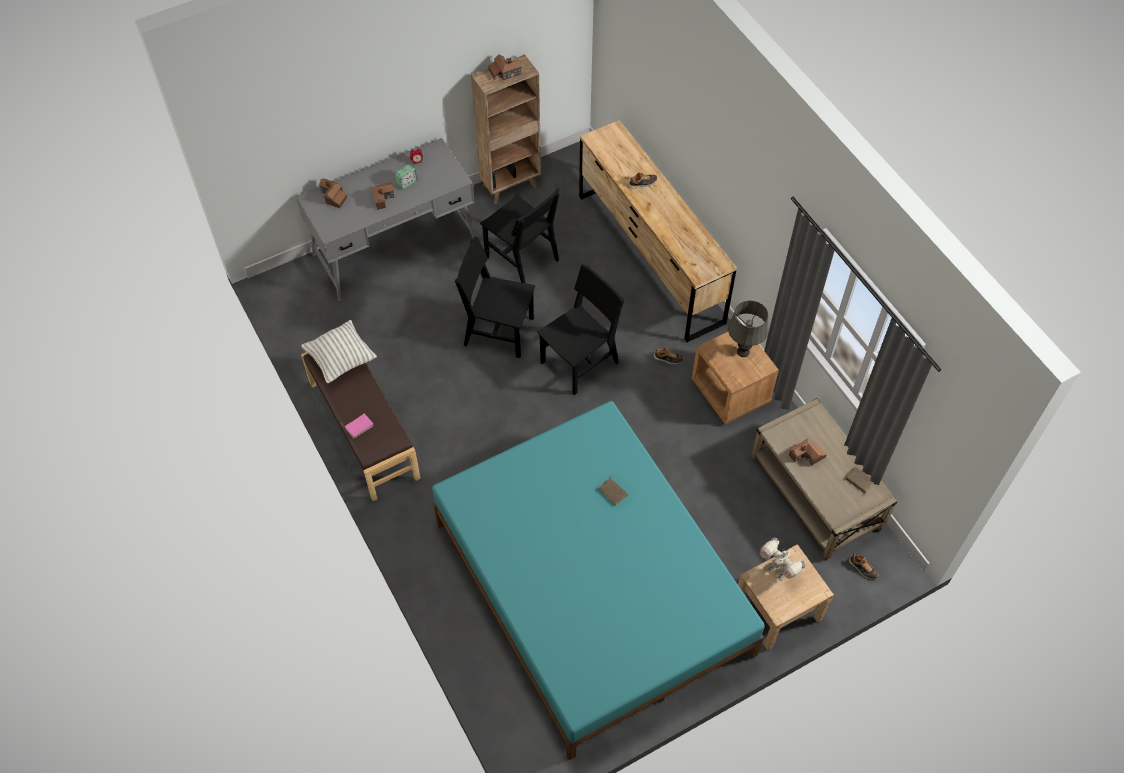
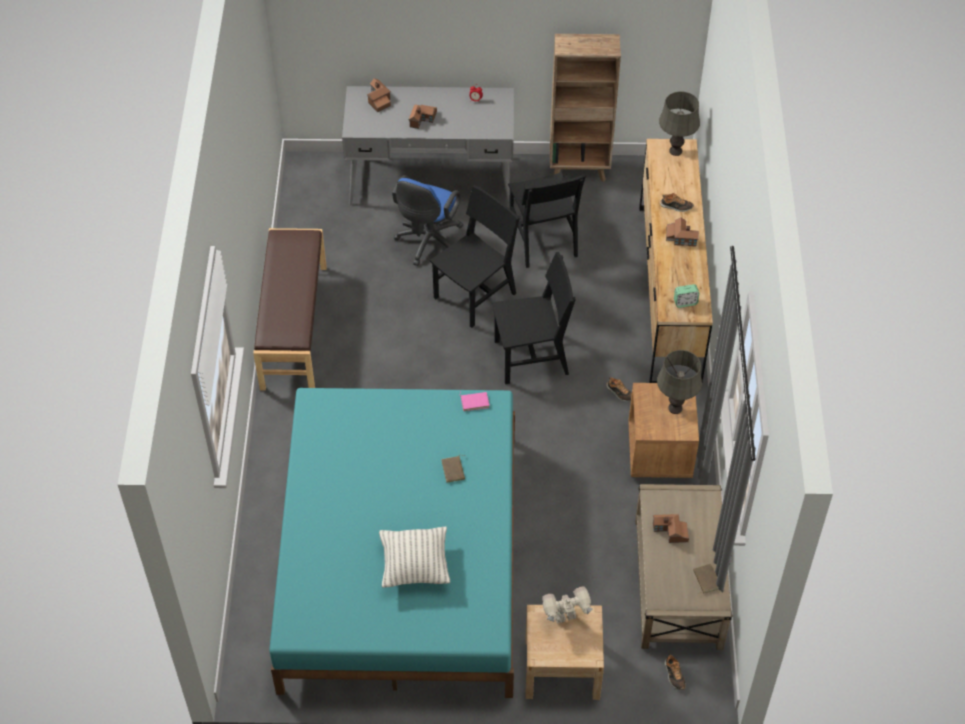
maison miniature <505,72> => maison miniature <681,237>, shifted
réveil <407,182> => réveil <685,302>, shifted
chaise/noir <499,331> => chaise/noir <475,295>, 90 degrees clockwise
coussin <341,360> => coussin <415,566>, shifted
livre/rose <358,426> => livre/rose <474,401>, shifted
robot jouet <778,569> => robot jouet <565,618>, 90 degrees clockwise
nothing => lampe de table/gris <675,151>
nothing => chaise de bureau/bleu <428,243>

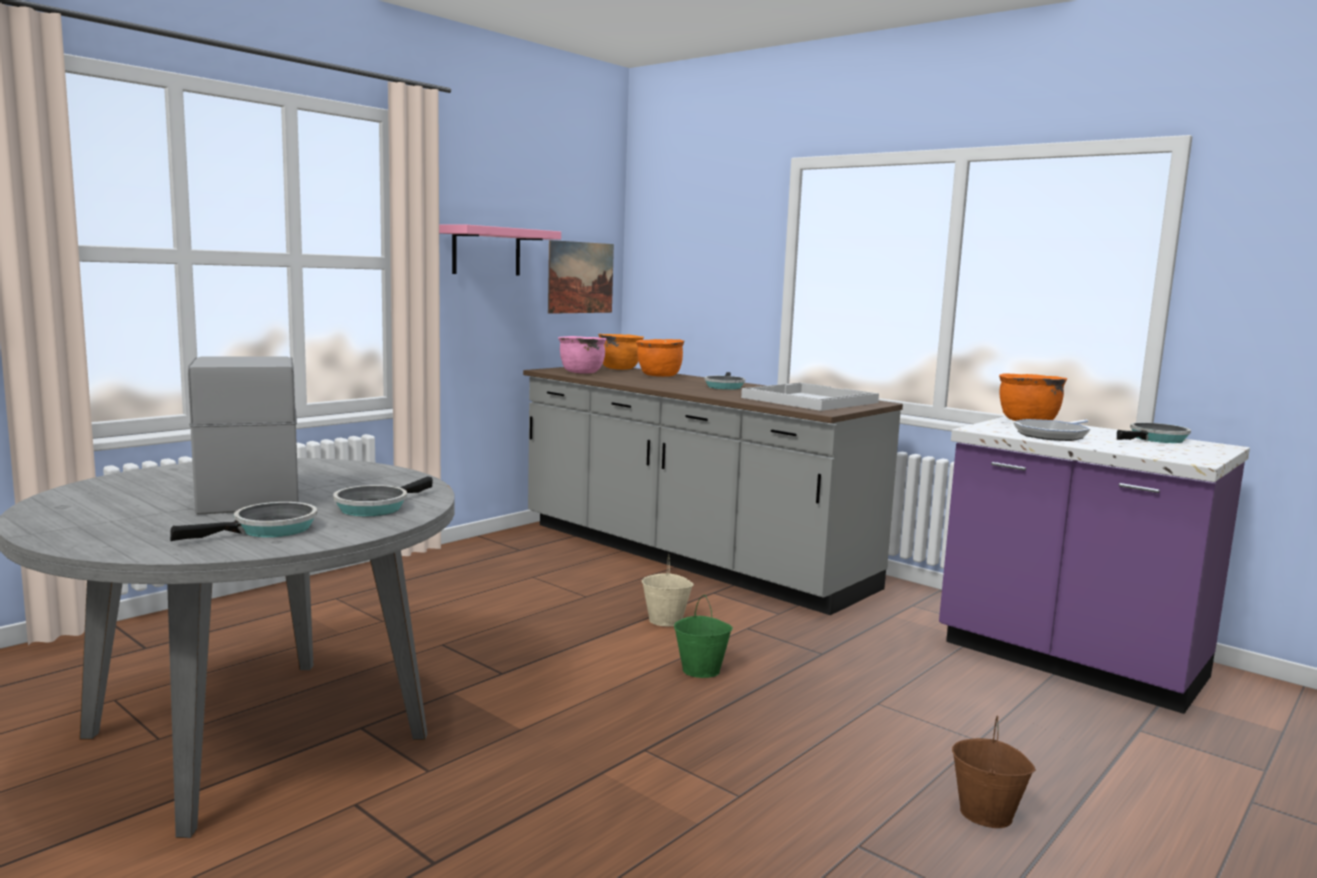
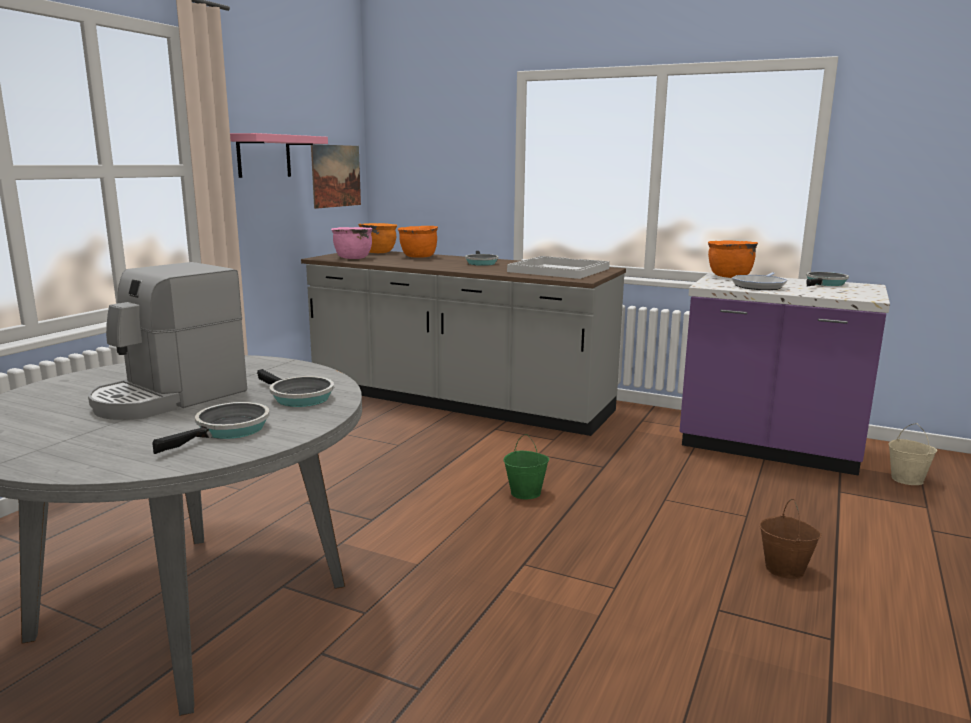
machine à café <249,494> => machine à café <169,398>, 105 degrees counterclockwise
poêle <375,507> => poêle <298,397>, 60 degrees counterclockwise
seau/beige <666,620> => seau/beige <907,479>, shifted

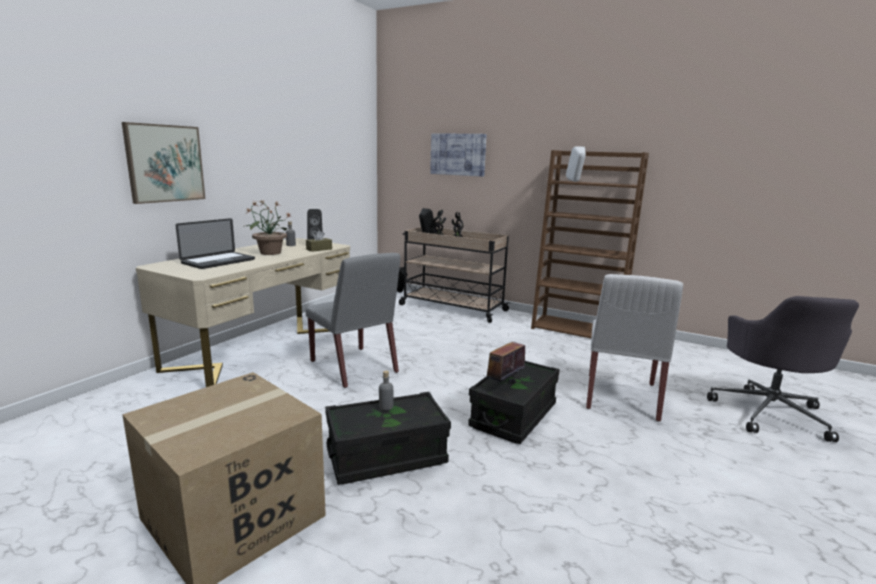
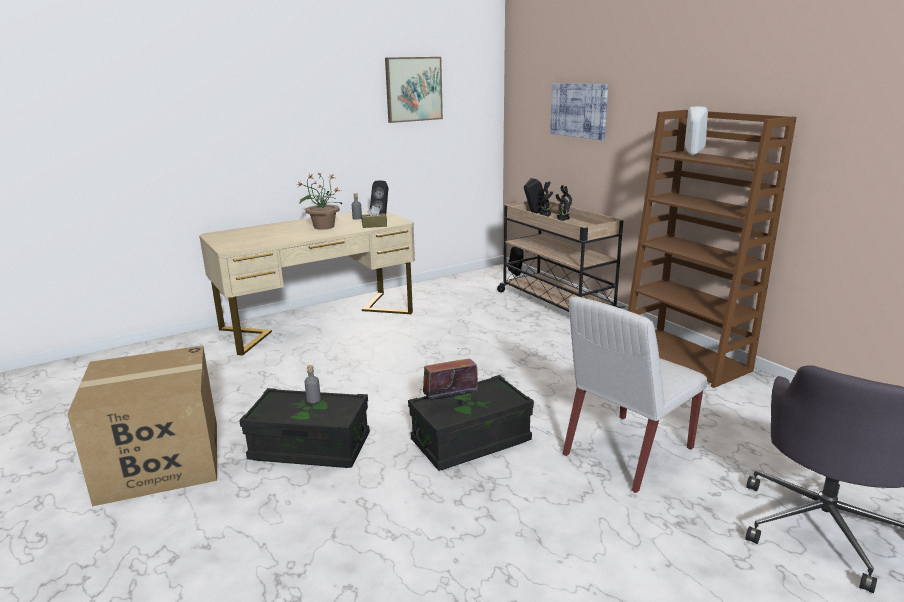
tableau <165,163> => tableau <413,89>, shifted
ordinateur portable <218,261> => nothing
chaise/gris <354,367> => nothing

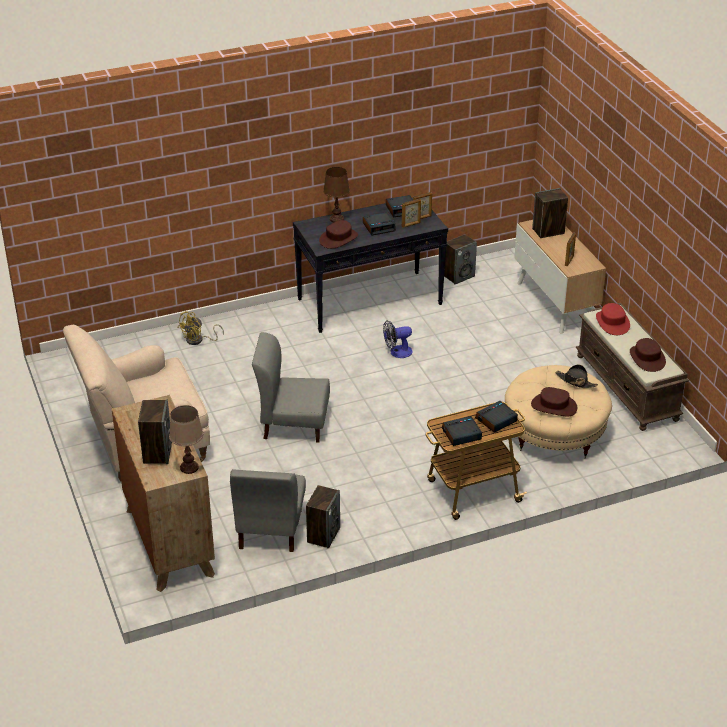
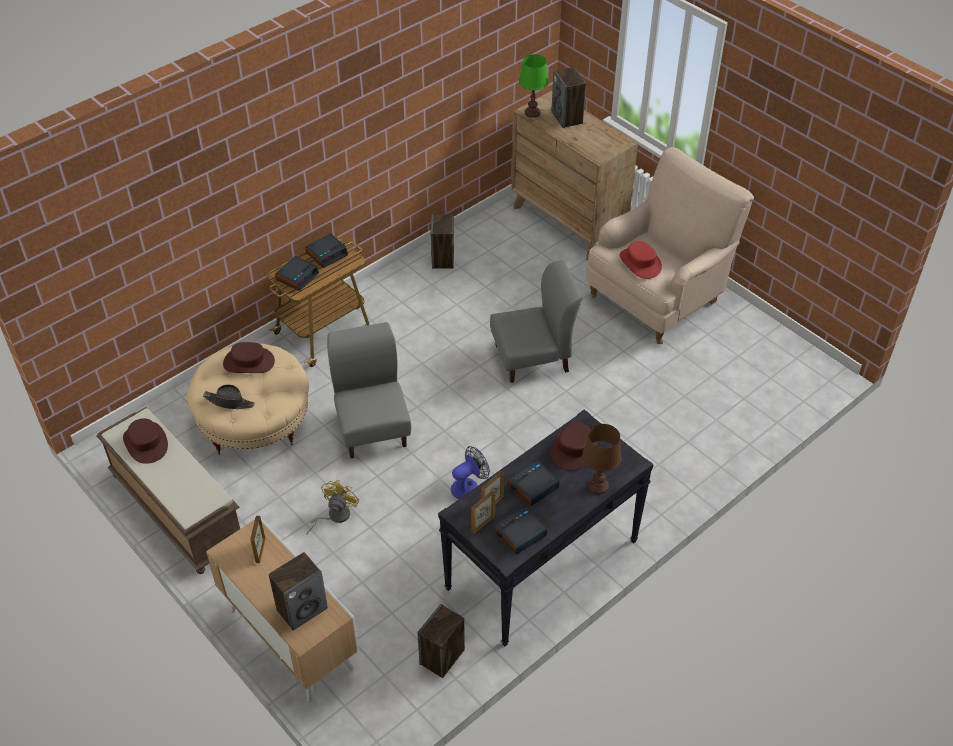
chapeau/rouge <612,322> => chapeau/rouge <640,263>, shifted
ventilateur/jaune <198,340> => ventilateur/jaune <334,516>, shifted
lampe de table/marron <189,468> => lampe de table/vert <532,112>
chaise/gris <270,529> => chaise/gris <372,428>, shifted

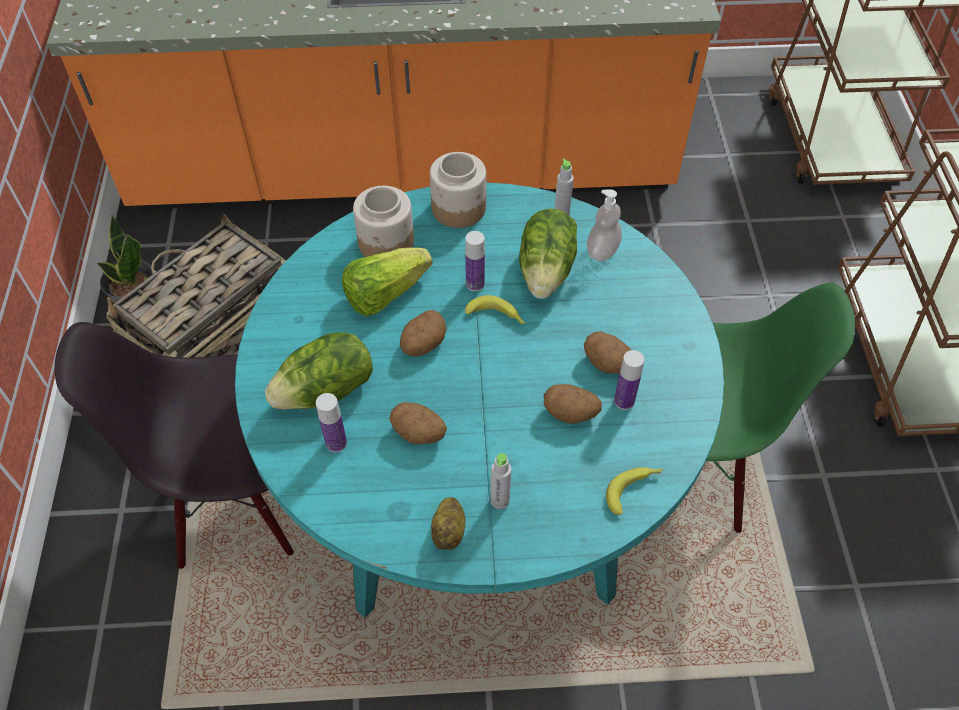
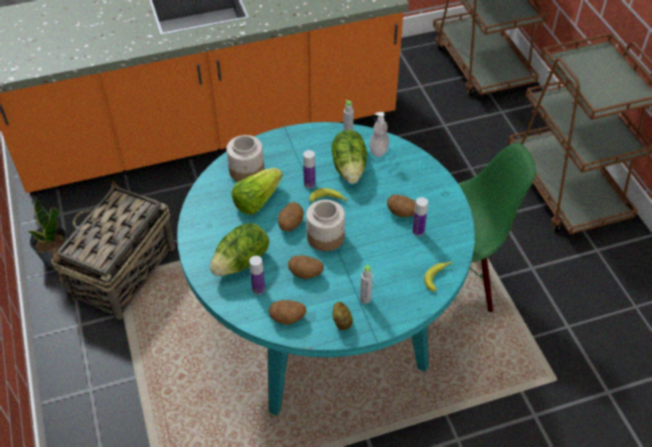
bocal <459,208> => bocal <326,236>, shifted
chaise/noir <239,500> => nothing
pomme de terre <571,413> => pomme de terre <288,318>, shifted

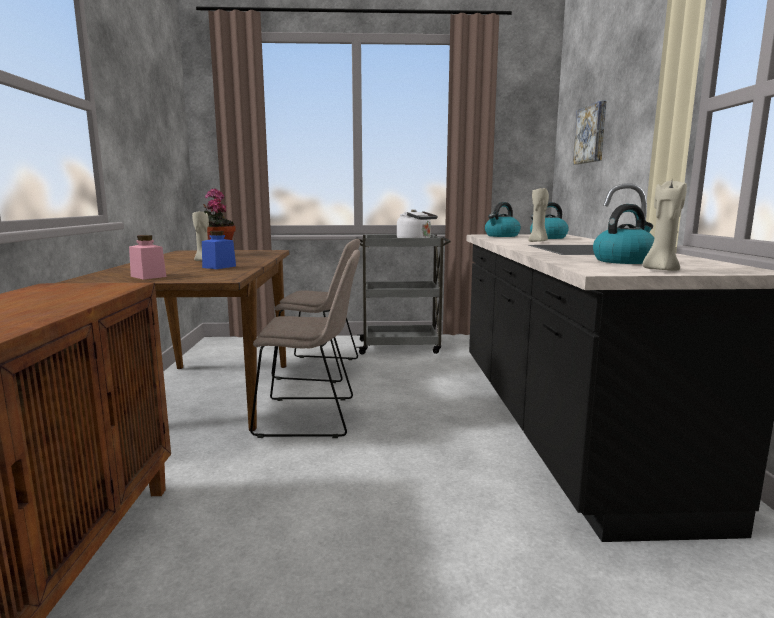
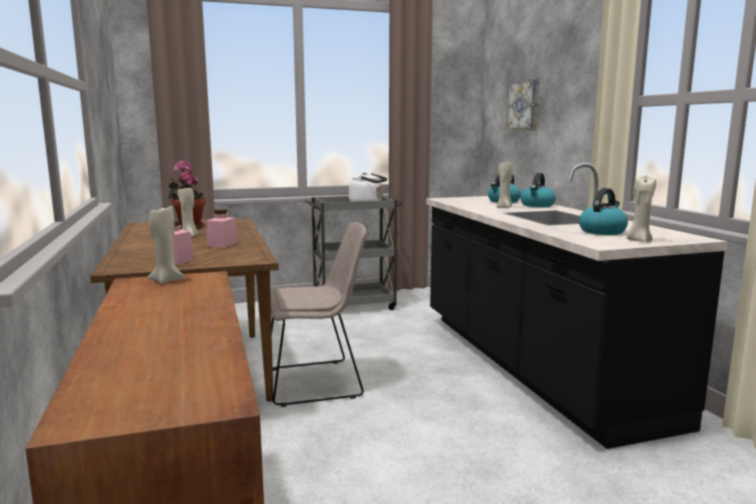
bouilloire <501,236> => bouilloire <537,205>, shifted
bocal/bleu <219,267> => bocal/rose <222,244>
chaise/beige <321,369> => nothing
nothing => bougie/beige <166,280>

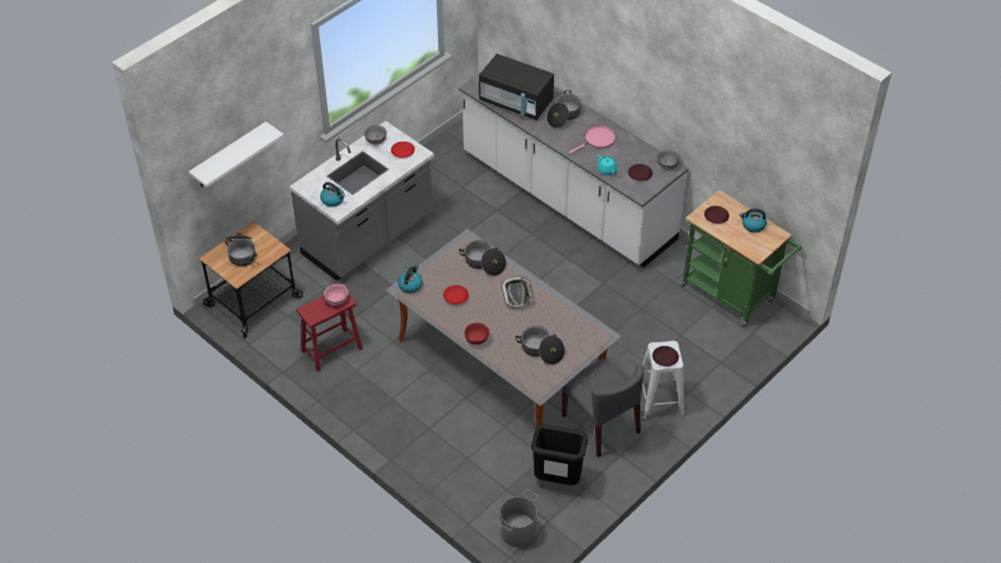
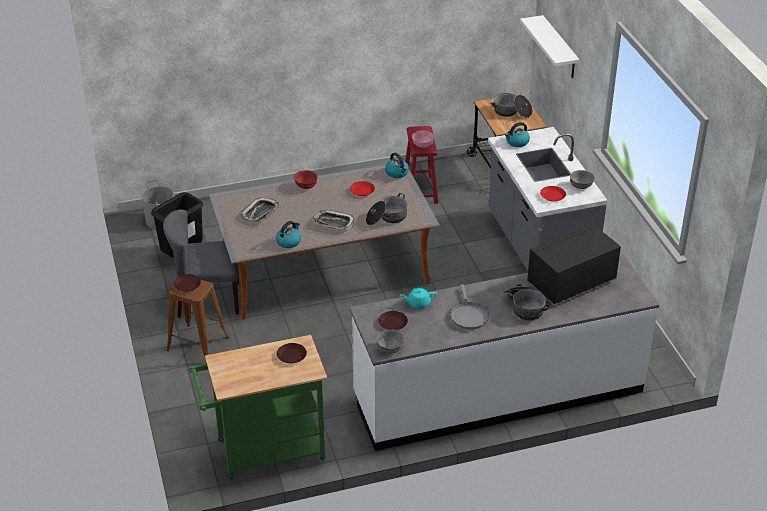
poêle/rose <598,140> => poêle/gris <468,316>
bouilloire <753,225> => bouilloire <289,241>, shifted
marmite <541,350> => plateau <260,213>
tabouret/blanc <659,399> => tabouret/marron <197,344>

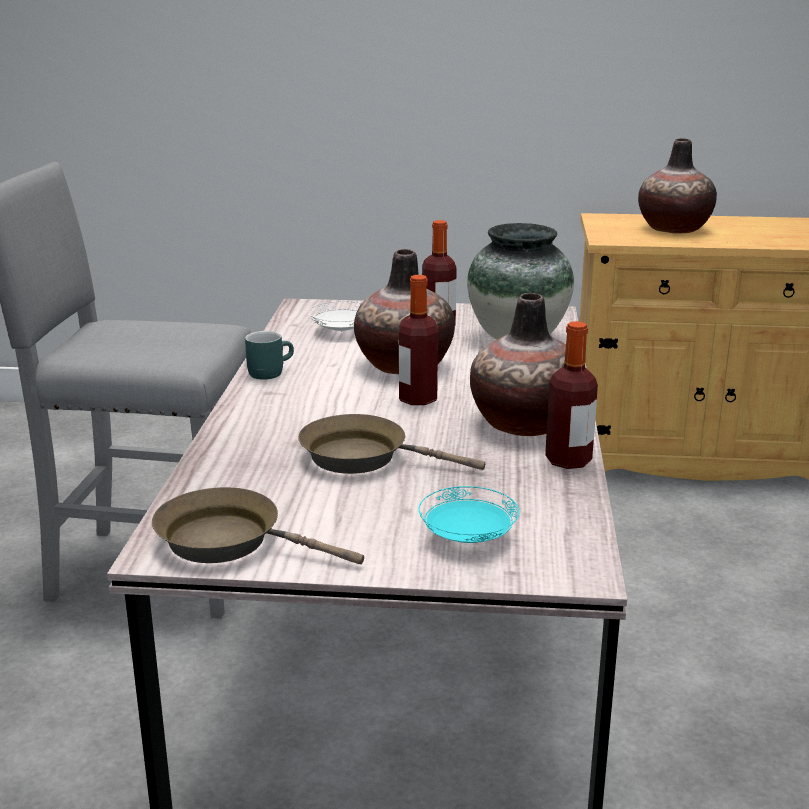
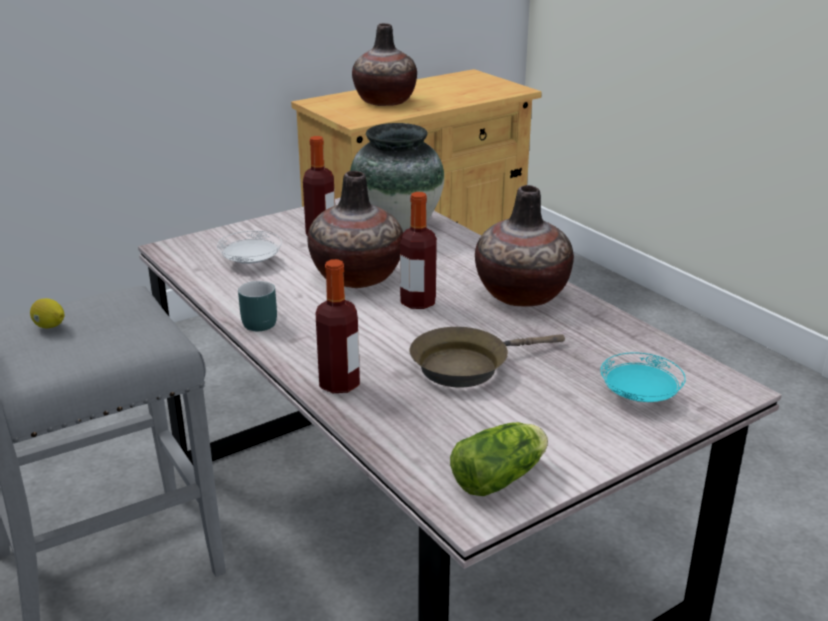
bouteille <568,460> => bouteille <339,384>, shifted
poêle/marron <229,541> => laitue <502,477>
nothing => citron <50,326>

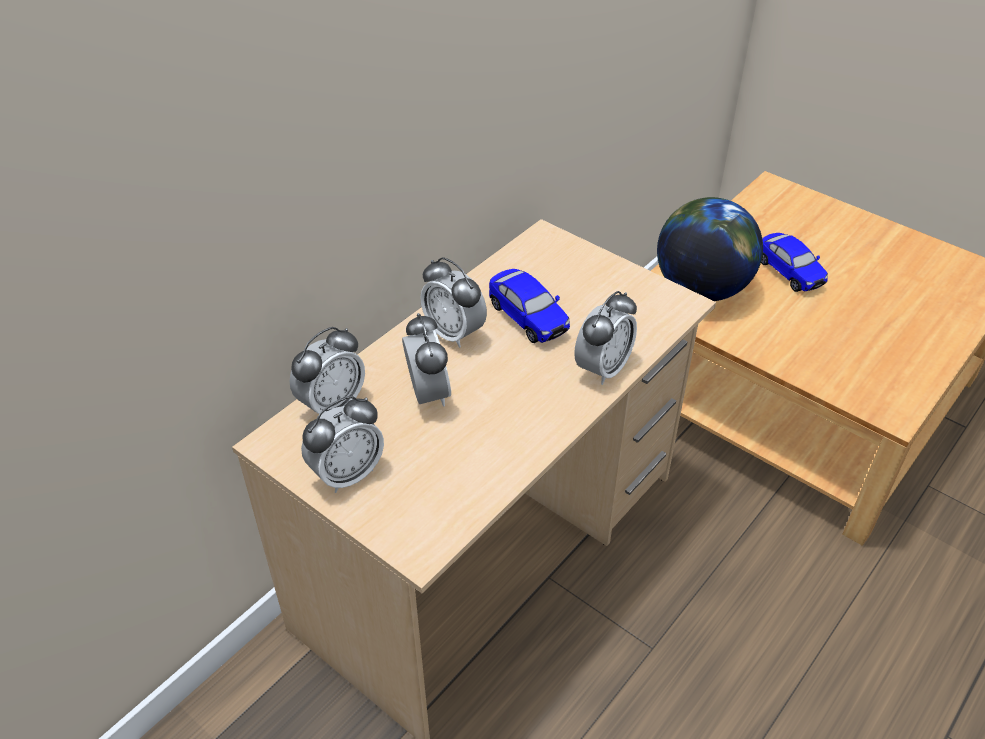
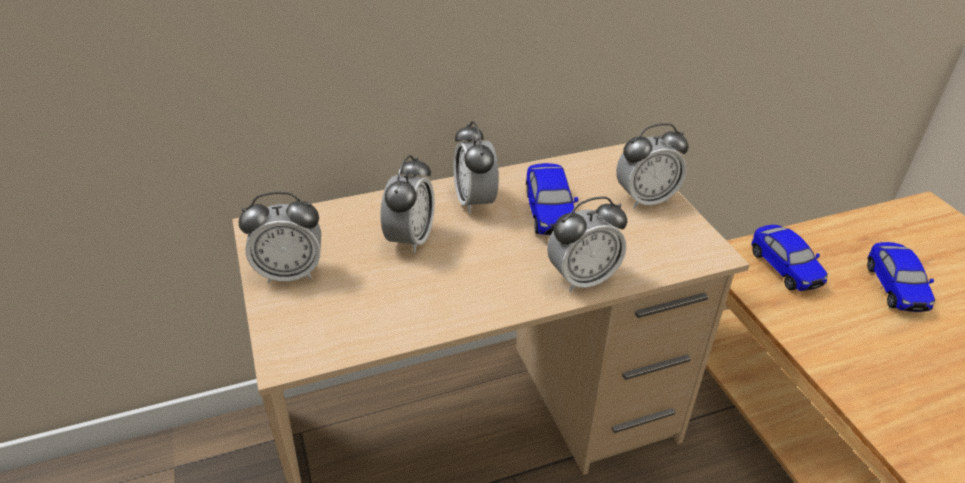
globe <701,288> => petite voiture <784,269>
réveil <332,405> => réveil <645,199>, shifted

